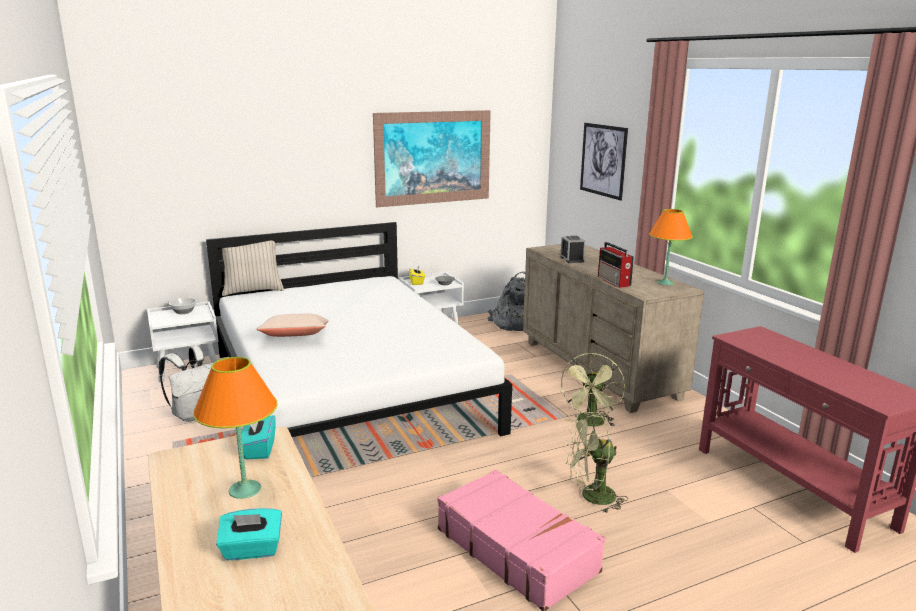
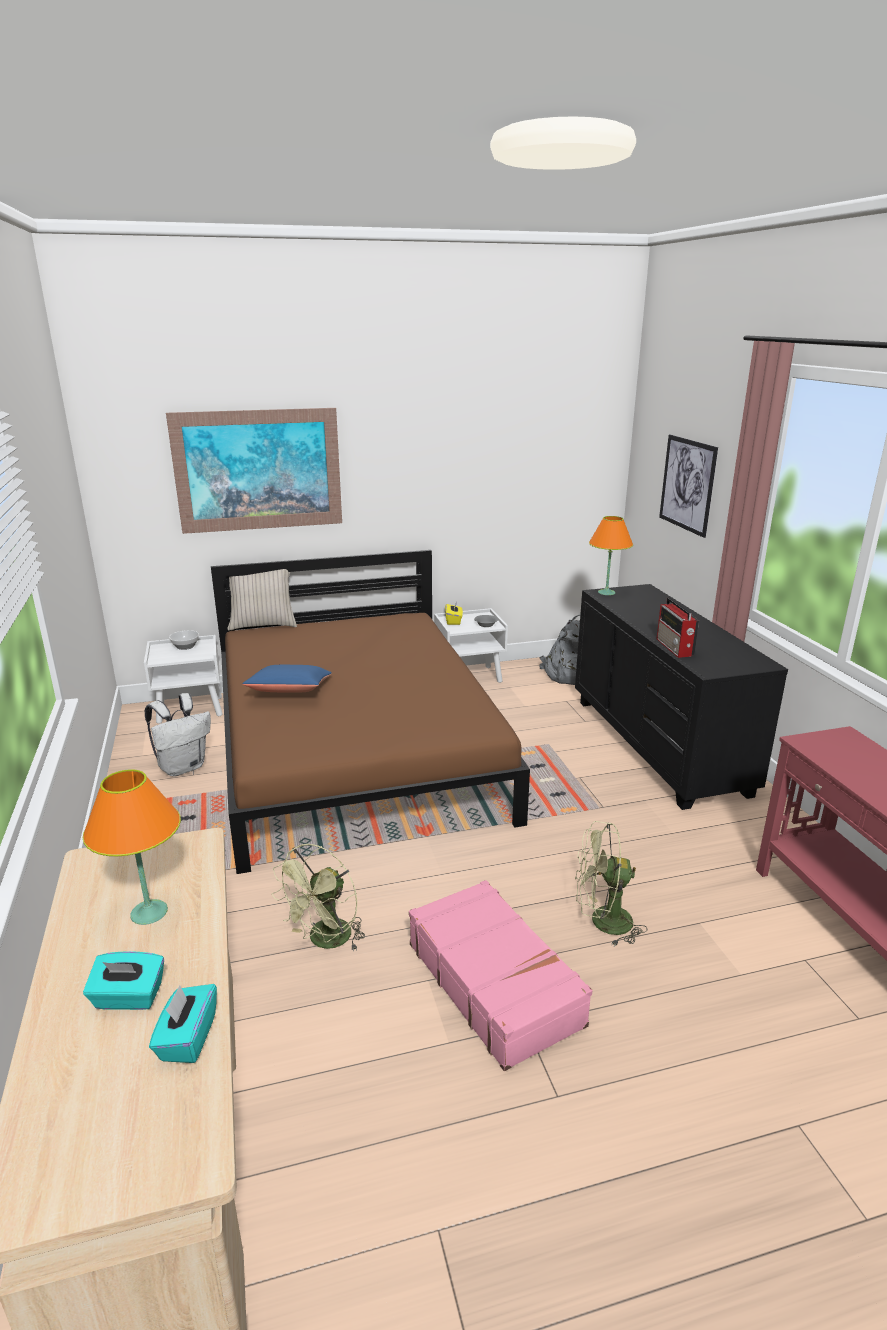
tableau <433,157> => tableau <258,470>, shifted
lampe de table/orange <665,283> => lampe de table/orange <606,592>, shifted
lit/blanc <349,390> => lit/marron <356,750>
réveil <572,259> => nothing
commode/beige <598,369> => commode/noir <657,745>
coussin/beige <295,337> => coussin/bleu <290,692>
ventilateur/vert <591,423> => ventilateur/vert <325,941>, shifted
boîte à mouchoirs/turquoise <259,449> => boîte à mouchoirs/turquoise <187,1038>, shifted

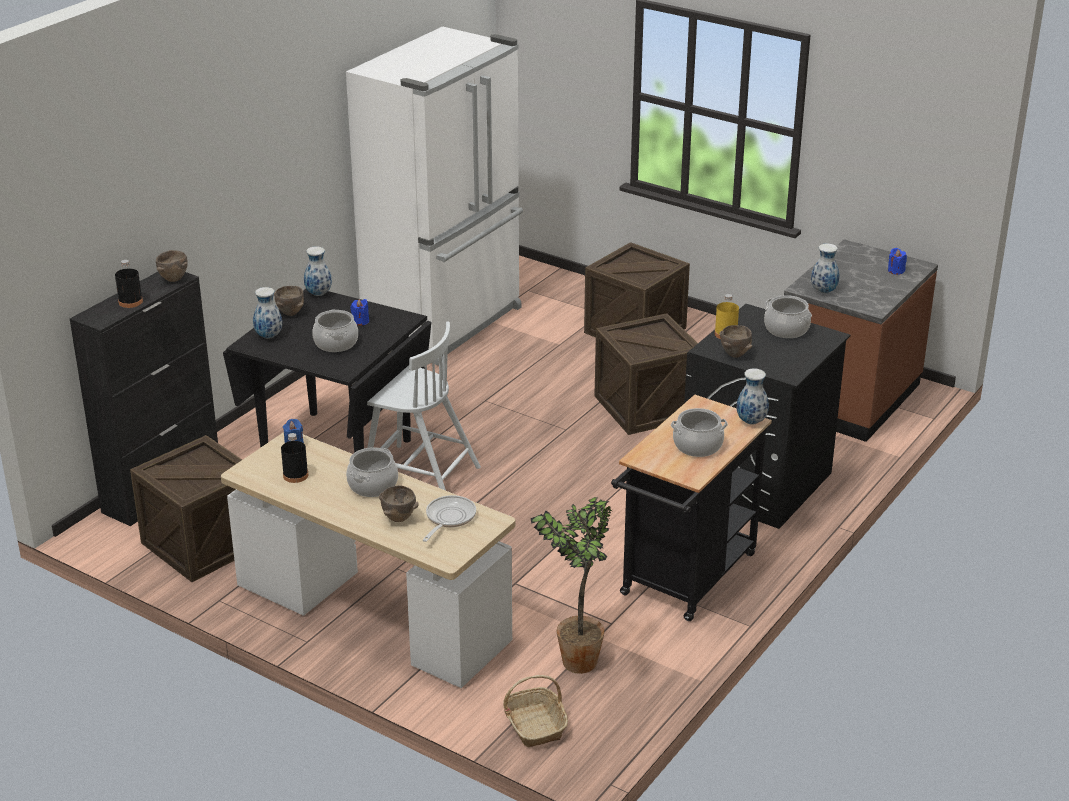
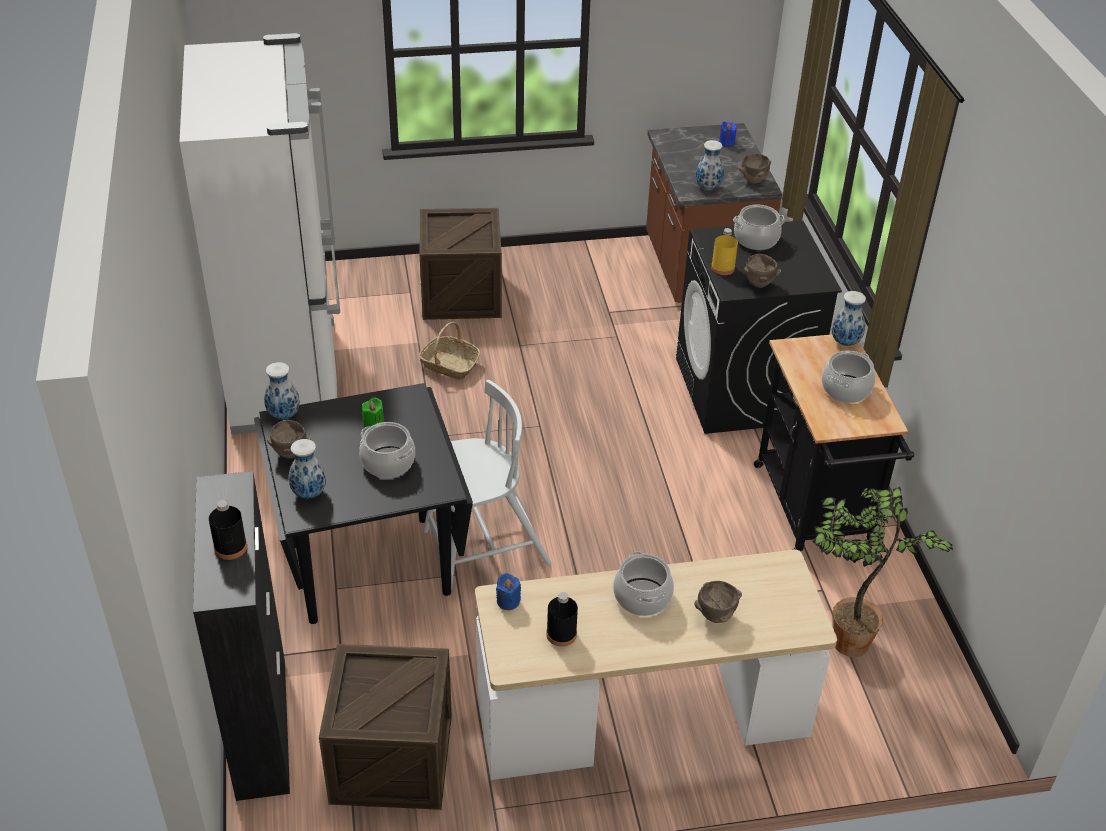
bol/marron <173,279> => bol/marron <753,181>, shifted
bougie/bleu <360,321> => bougie/vert <374,424>
caisse <646,407> => nothing
poêle <448,518> => nothing
panier <534,725> => panier <449,365>, shifted

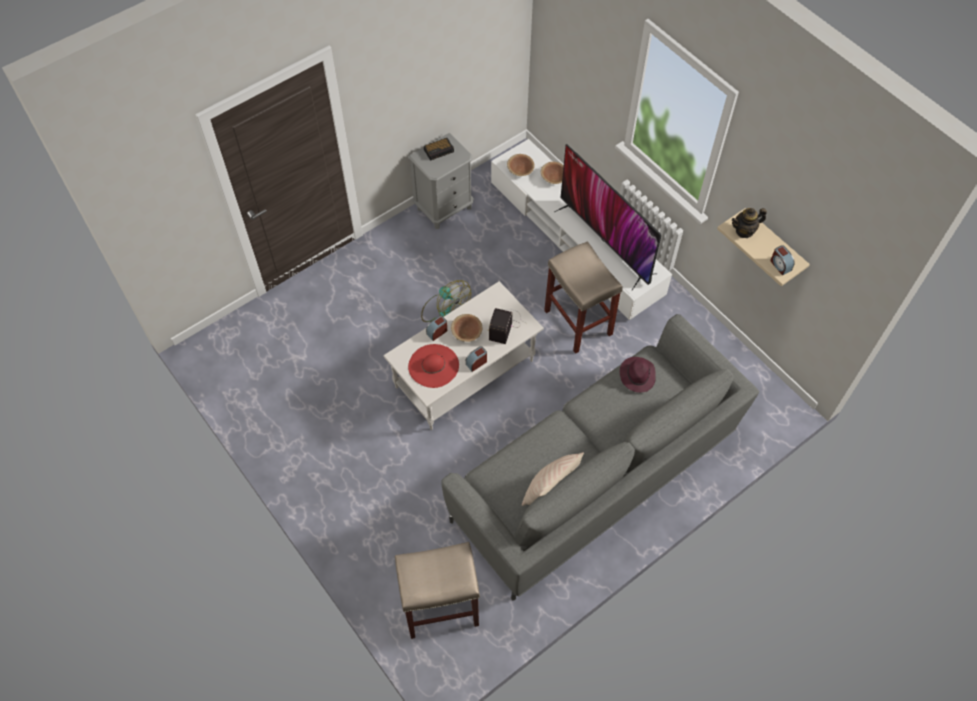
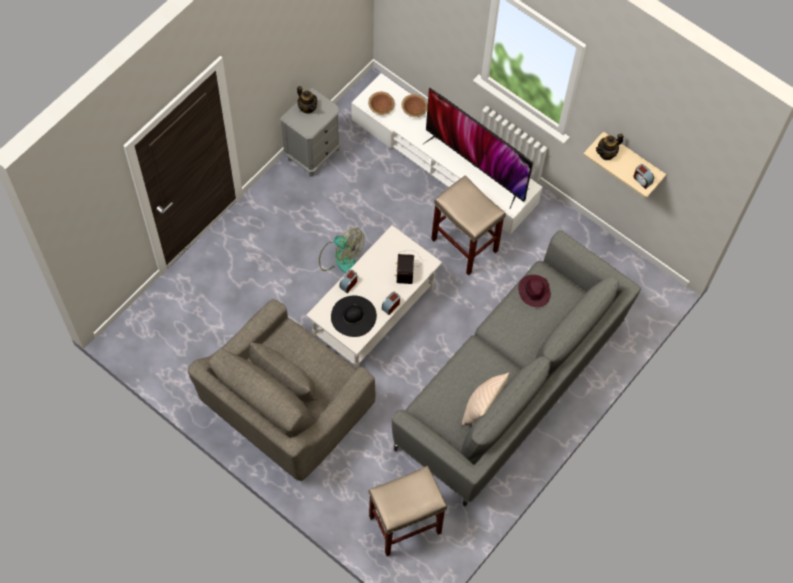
réveil <439,150> => théière <307,107>
bol/marron <466,332> => nothing
chapeau/rouge <433,366> => chapeau/noir <353,316>
nothing => fauteuil/gris <286,407>

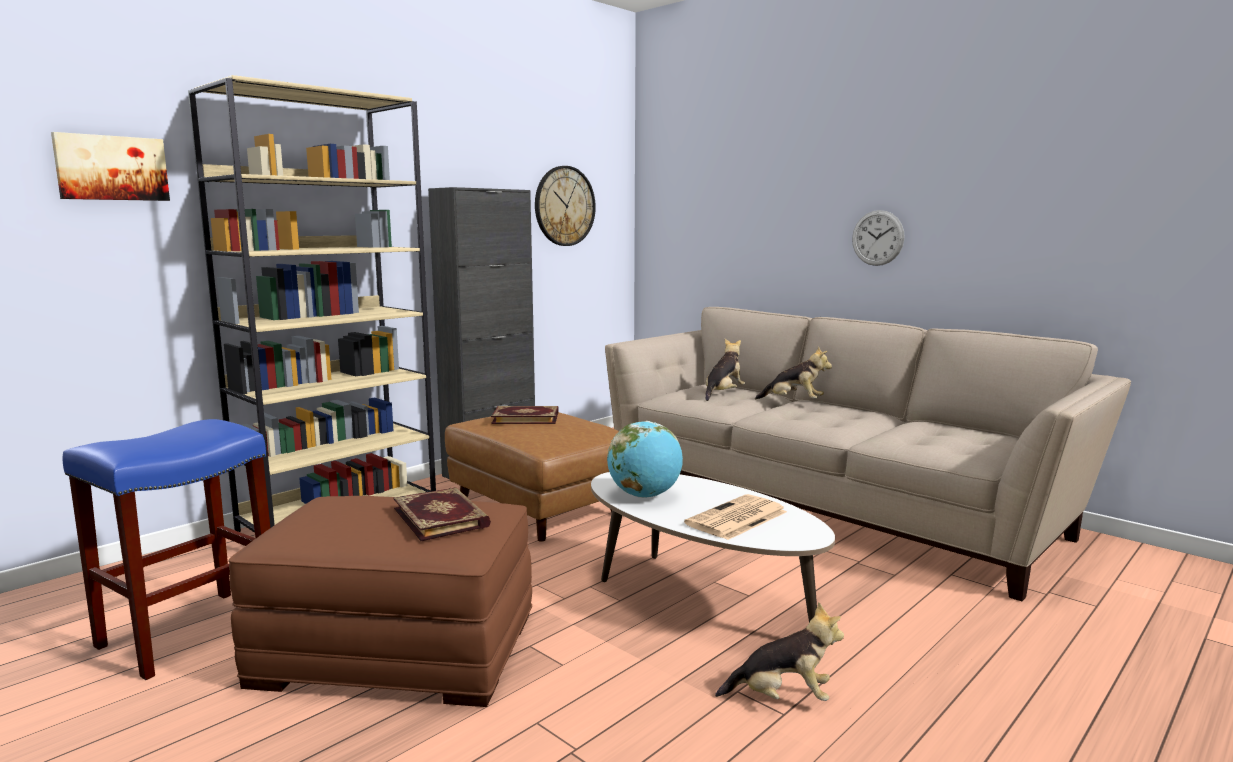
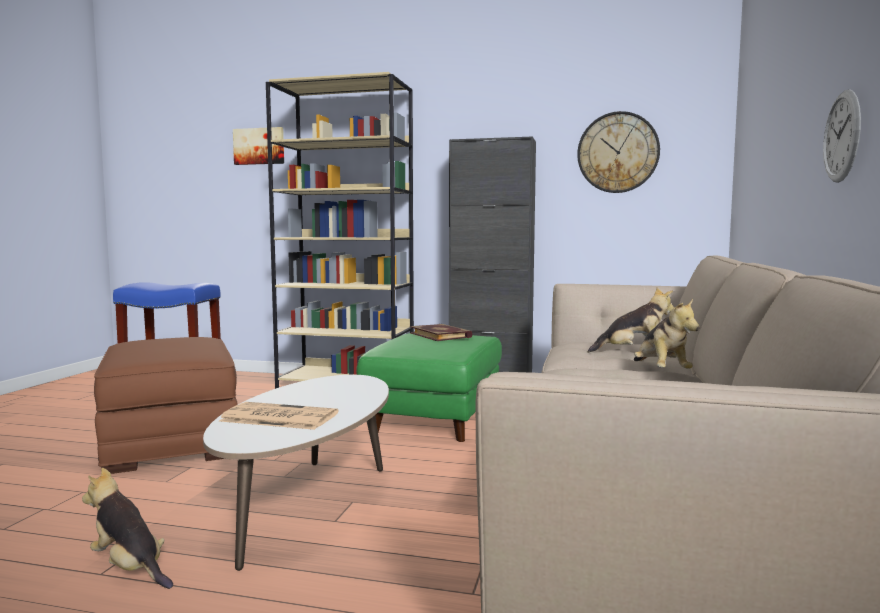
pouf/marron <536,508> => pouf/vert <434,417>
globe <645,495> => nothing
livre <442,517> => nothing
peluche <782,697> => peluche <130,568>, 150 degrees clockwise

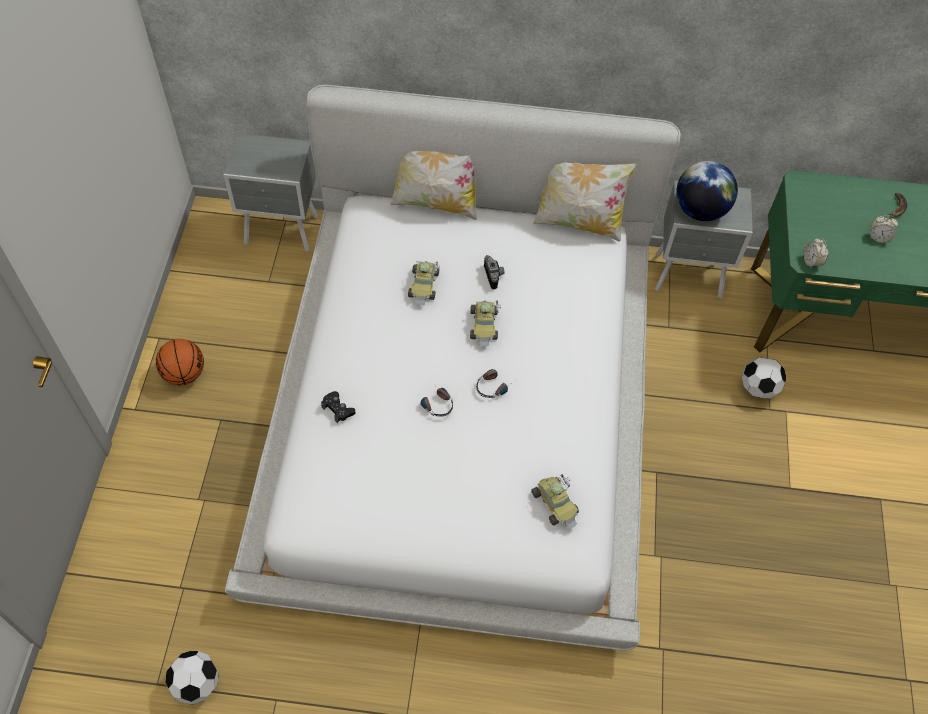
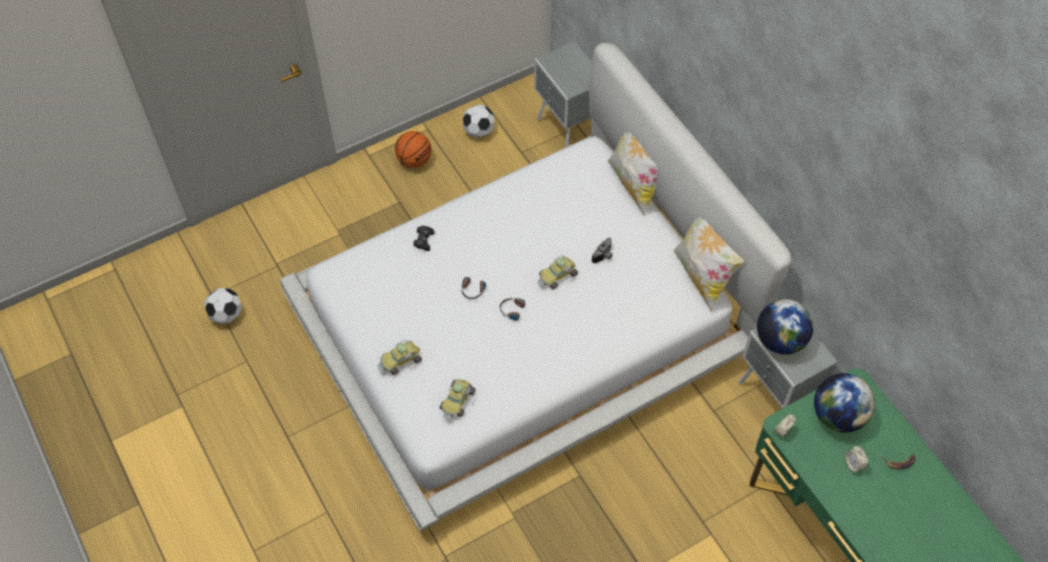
petite voiture <424,286> => petite voiture <401,361>, shifted
ballon de foot <758,388> => ballon de foot <479,131>, shifted
nothing => globe <838,415>

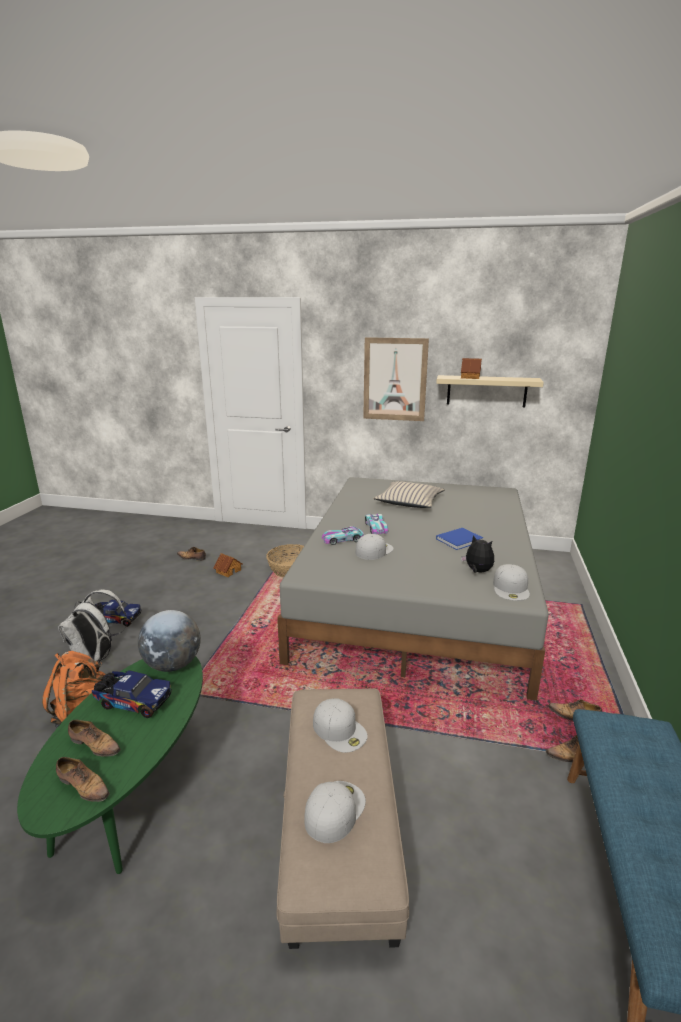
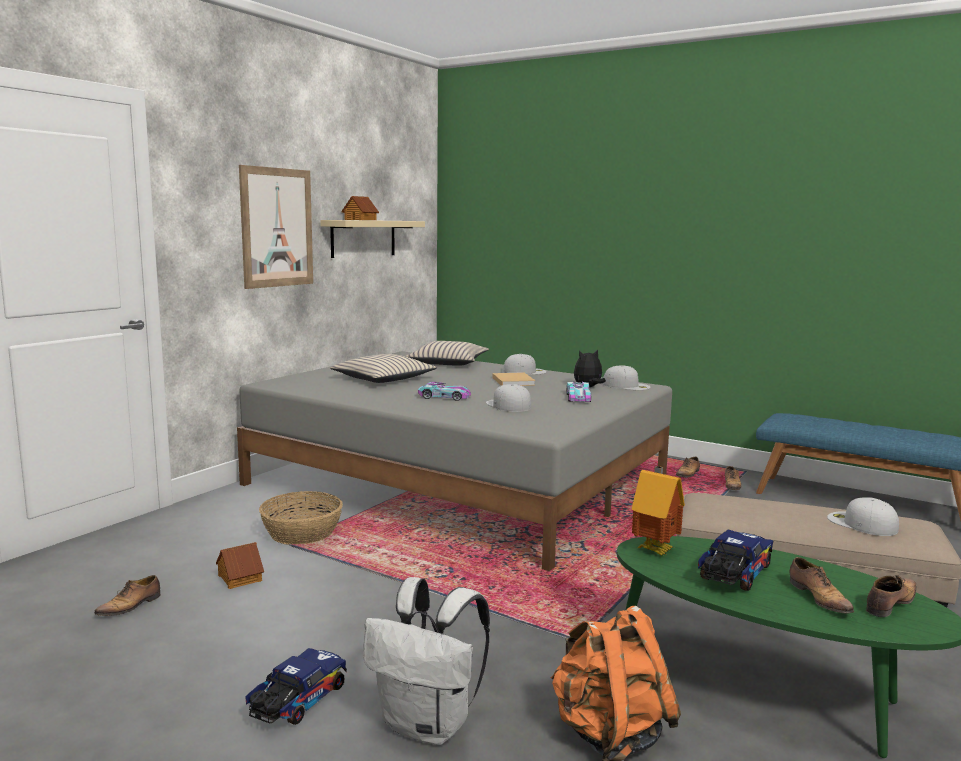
petite voiture <342,539> => petite voiture <578,397>, shifted
livre/bleu <460,540> => livre/beige <513,381>
globe <173,665> => maison miniature <655,550>
casquette/blanc <340,730> => casquette/blanc <525,371>, shifted
chaussure <95,745> => chaussure <819,598>, 120 degrees clockwise
nothing => coussin/beige <448,363>

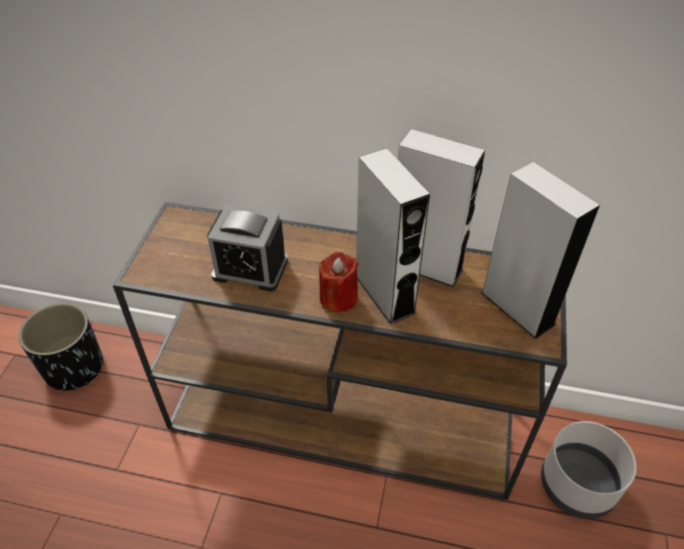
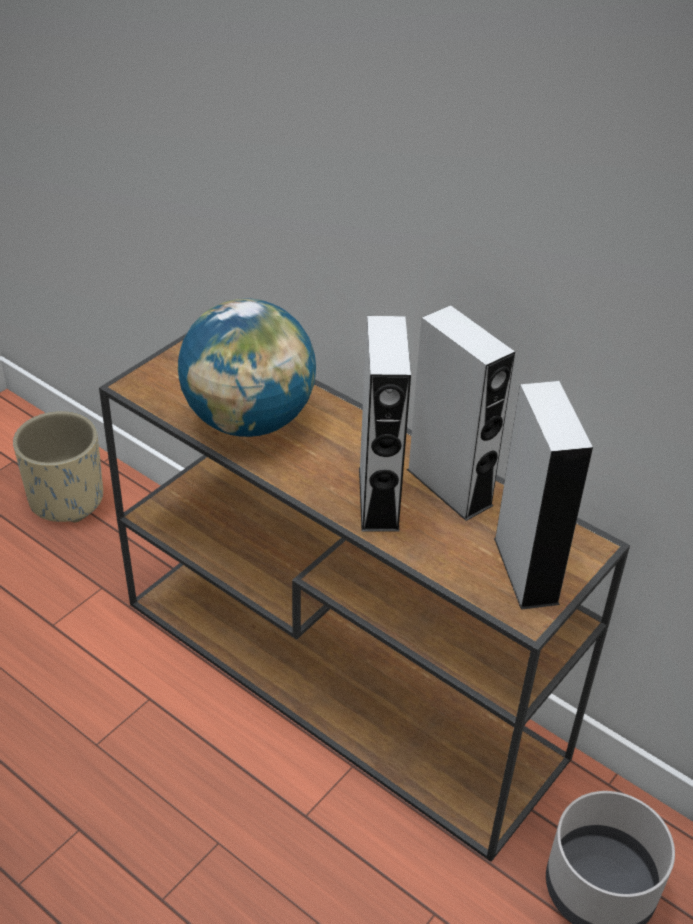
réveil <250,269> => globe <249,421>
bougie/rouge <338,298> => nothing
cache-pot/noir <74,368> => cache-pot/beige <67,499>

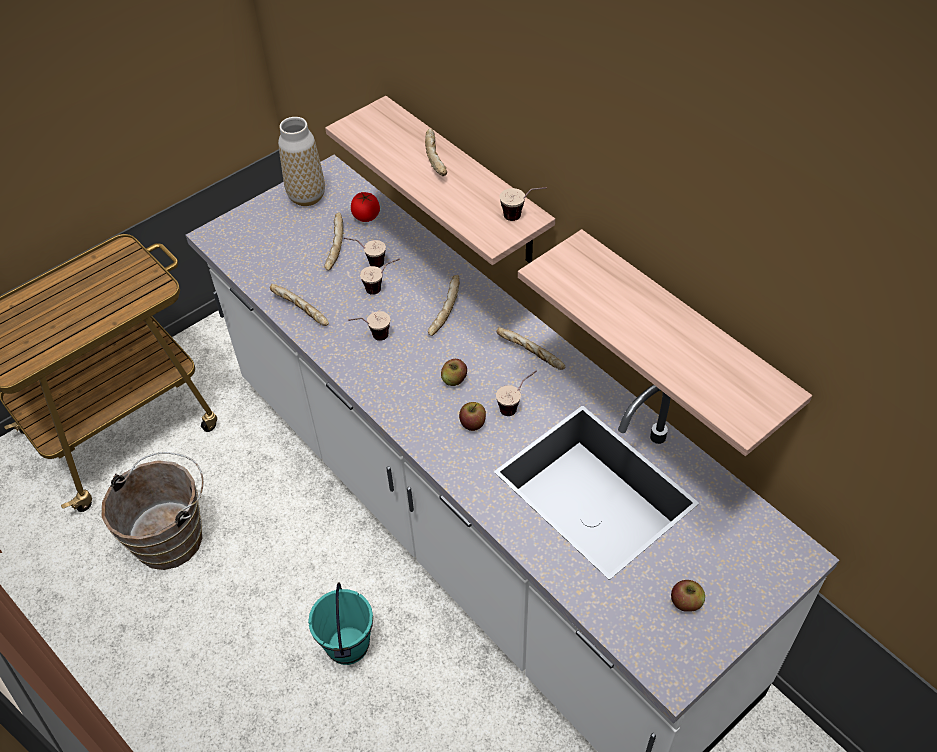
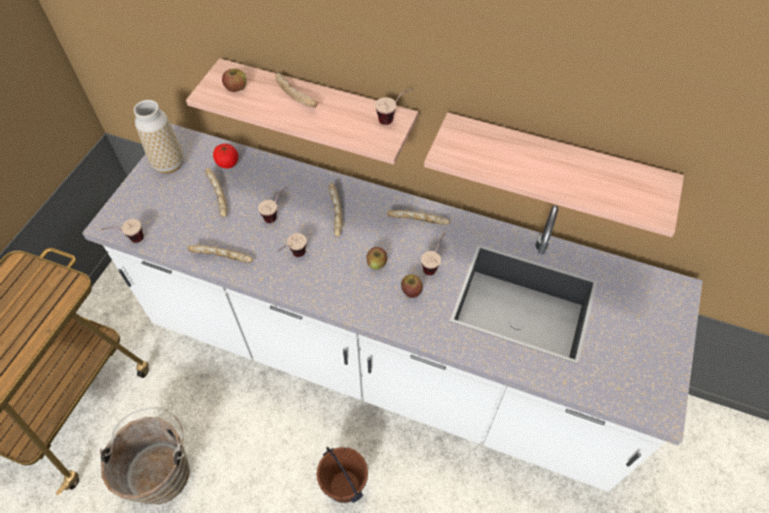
tasse <367,263> => tasse <129,241>, shifted
pomme <686,602> => pomme <236,87>, shifted
seau/turquoise <349,645> => seau/marron <345,485>

